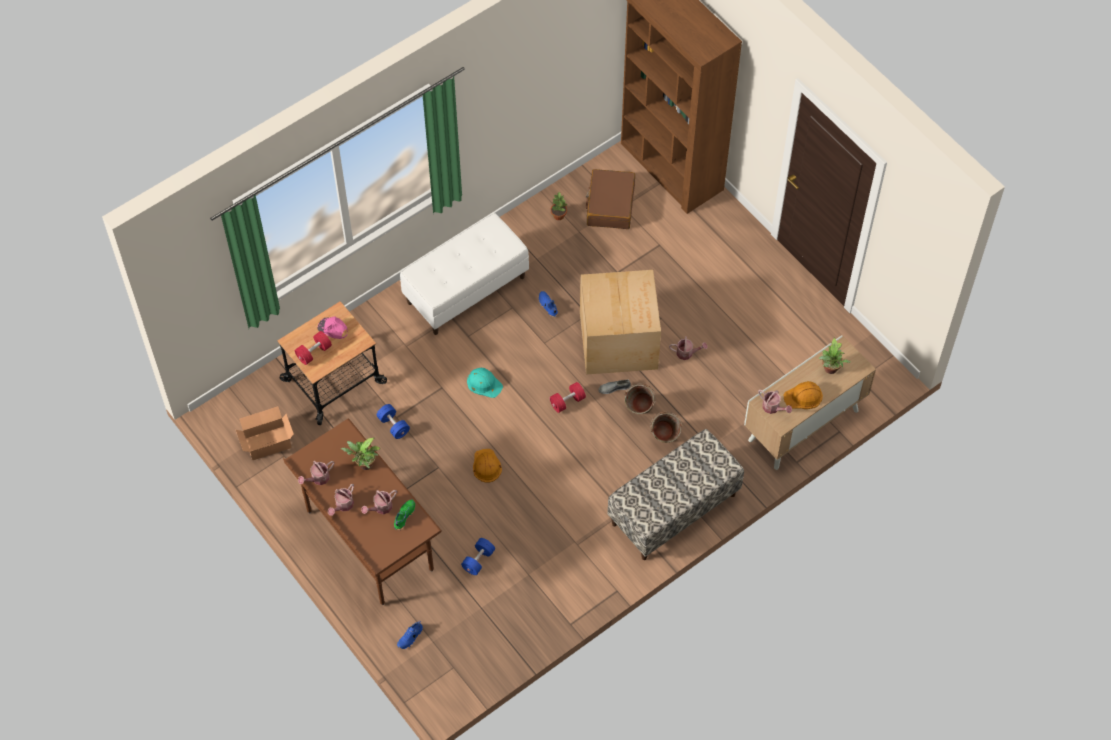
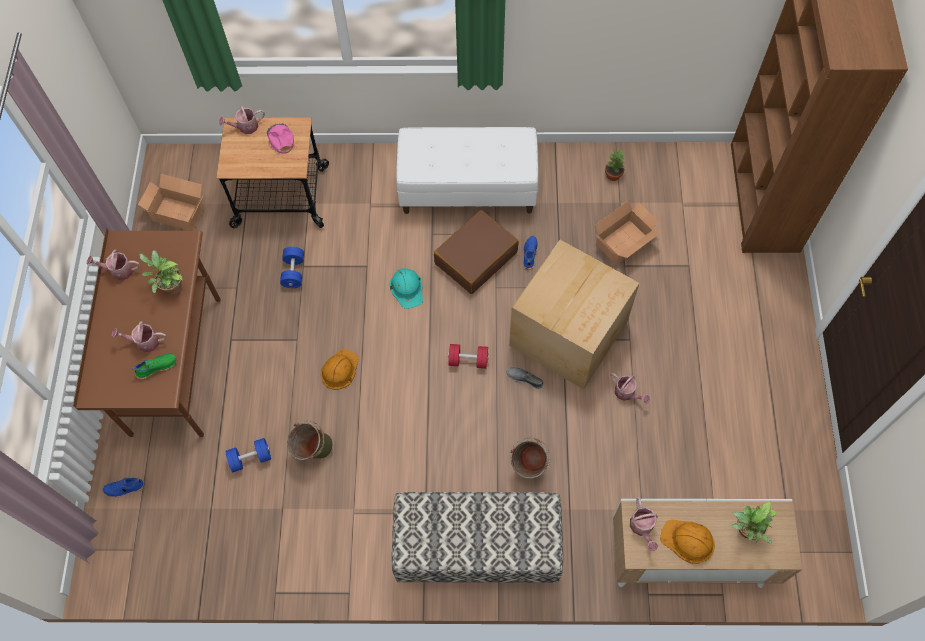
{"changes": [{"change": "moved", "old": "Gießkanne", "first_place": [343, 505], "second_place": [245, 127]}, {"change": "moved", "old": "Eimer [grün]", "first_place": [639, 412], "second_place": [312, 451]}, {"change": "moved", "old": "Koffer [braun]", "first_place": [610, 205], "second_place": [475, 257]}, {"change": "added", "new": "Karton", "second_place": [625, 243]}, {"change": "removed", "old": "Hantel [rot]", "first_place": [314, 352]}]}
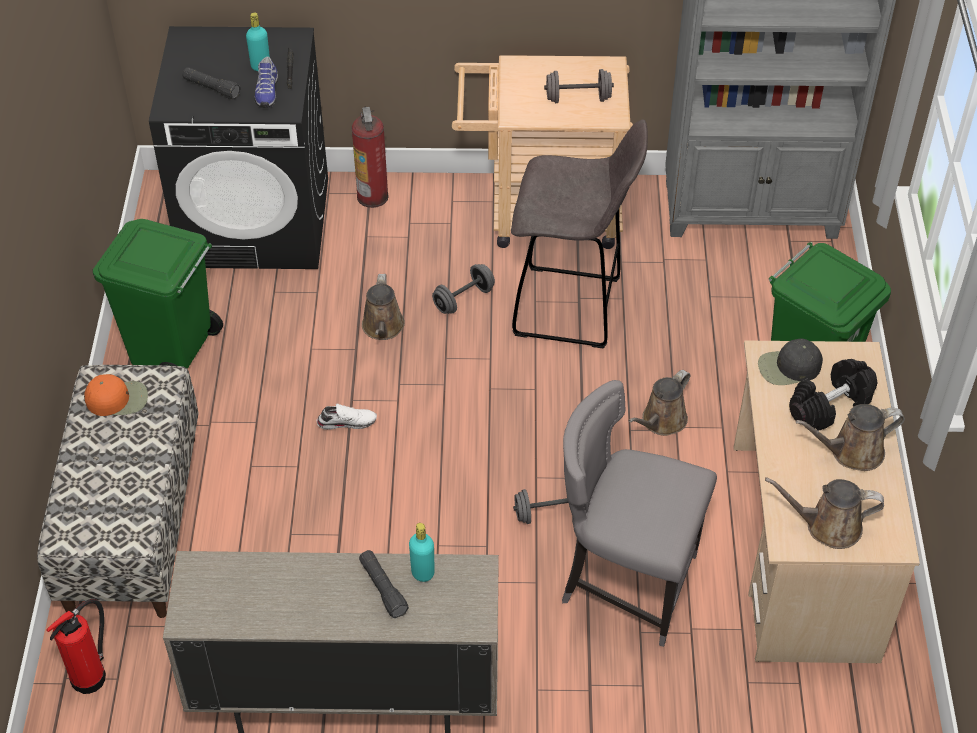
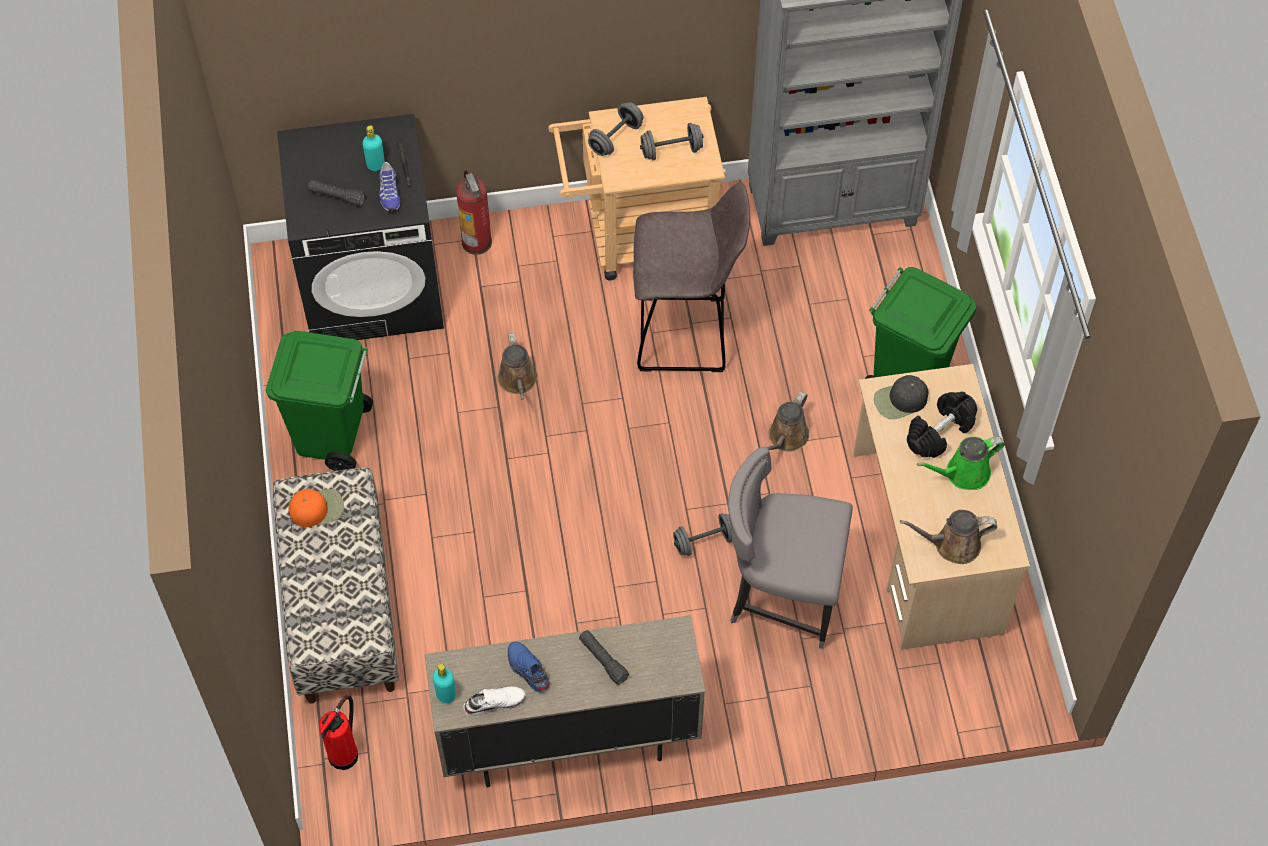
{"changes": [{"change": "moved", "old": "Flasche [türkis]", "first_place": [423, 573], "second_place": [446, 695]}, {"change": "moved", "old": "Schuh [weiß]", "first_place": [347, 421], "second_place": [494, 702]}, {"change": "added", "new": "Schuh [blau]", "second_place": [527, 670]}, {"change": "moved", "old": "Hantel [grau]", "first_place": [463, 299], "second_place": [615, 138]}, {"change": "recoloured", "old": "Gießkanne [braun]", "new": "Gießkanne [grün]", "first_place": [852, 452], "second_place": [963, 473]}]}
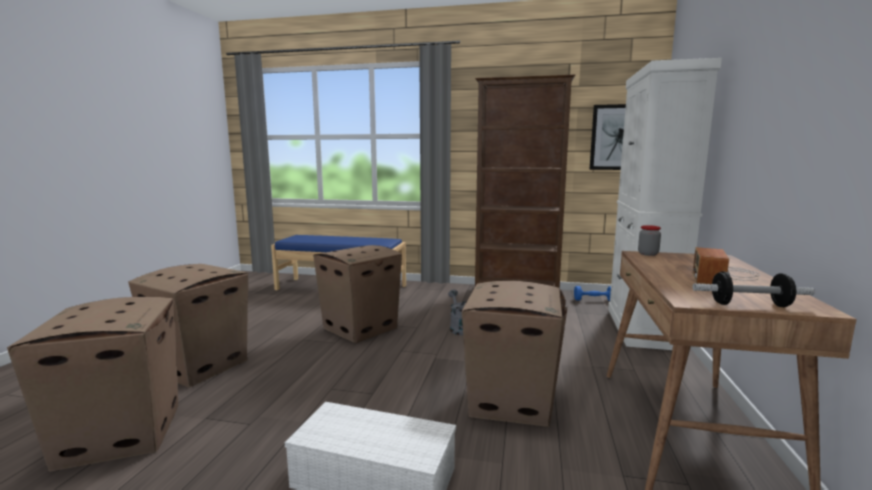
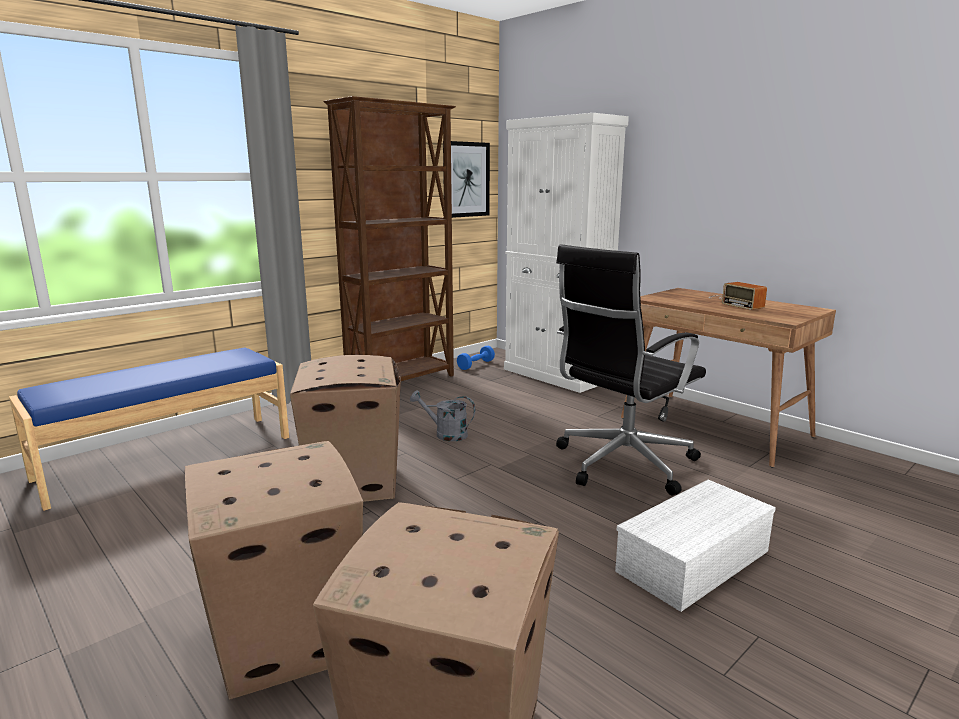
{"changes": [{"change": "replaced", "old": "Karton", "new": "Bürostuhl [schwarz]", "first_place": [511, 401], "second_place": [621, 464]}, {"change": "removed", "old": "Vorratsglas", "first_place": [648, 254]}, {"change": "removed", "old": "Hantel", "first_place": [749, 305]}]}
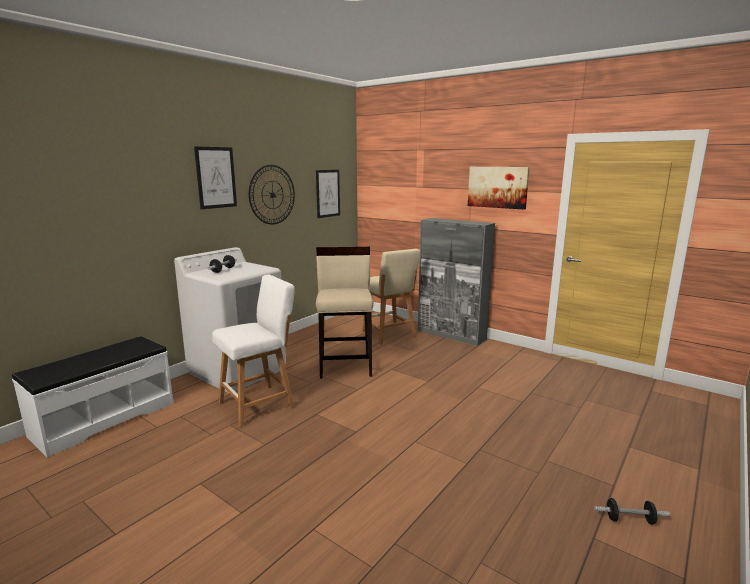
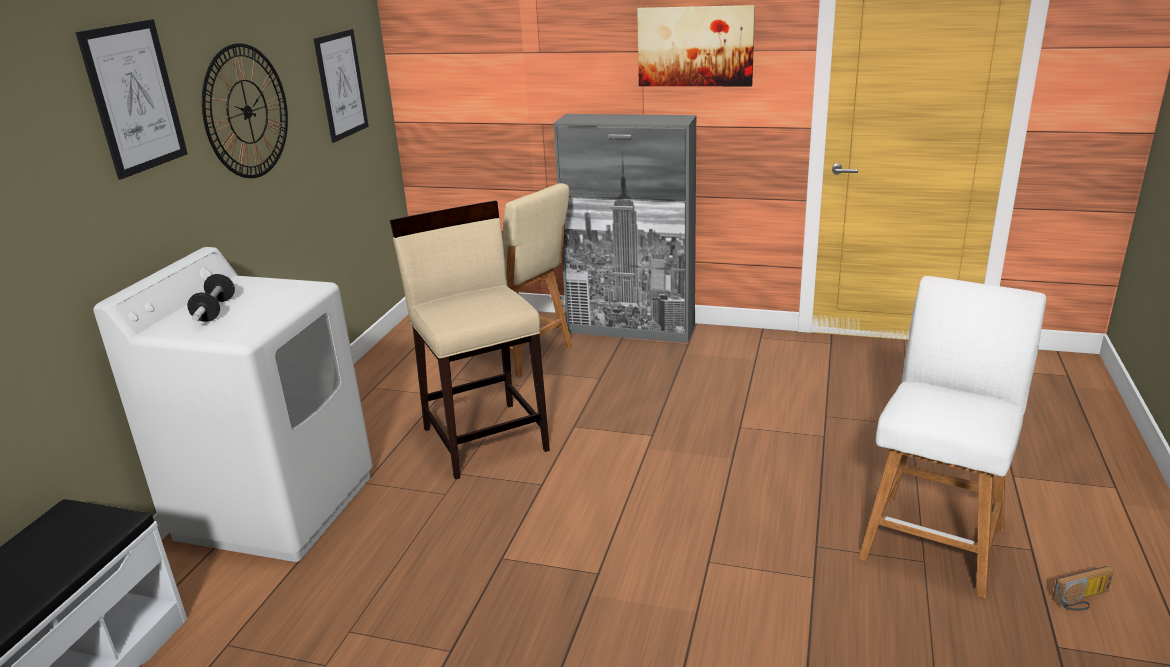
{"changes": [{"change": "moved", "old": "Hocker [weiß]", "first_place": [260, 403], "second_place": [934, 538]}, {"change": "replaced", "old": "Hantel", "new": "Radio", "first_place": [629, 520], "second_place": [1082, 600]}]}
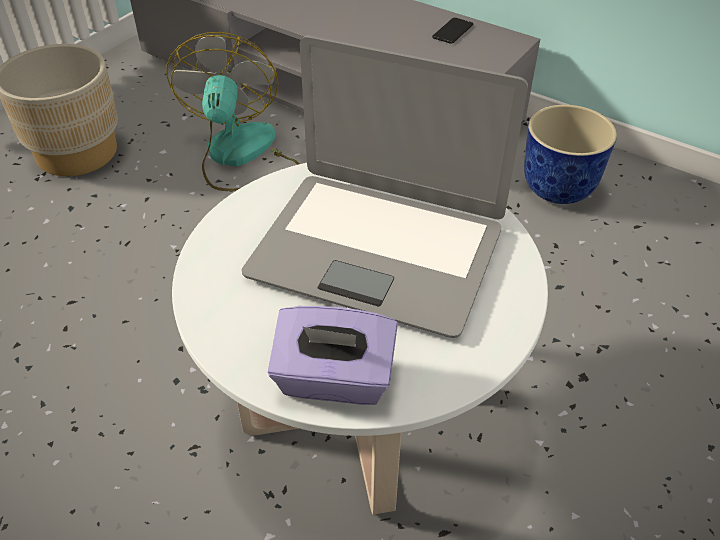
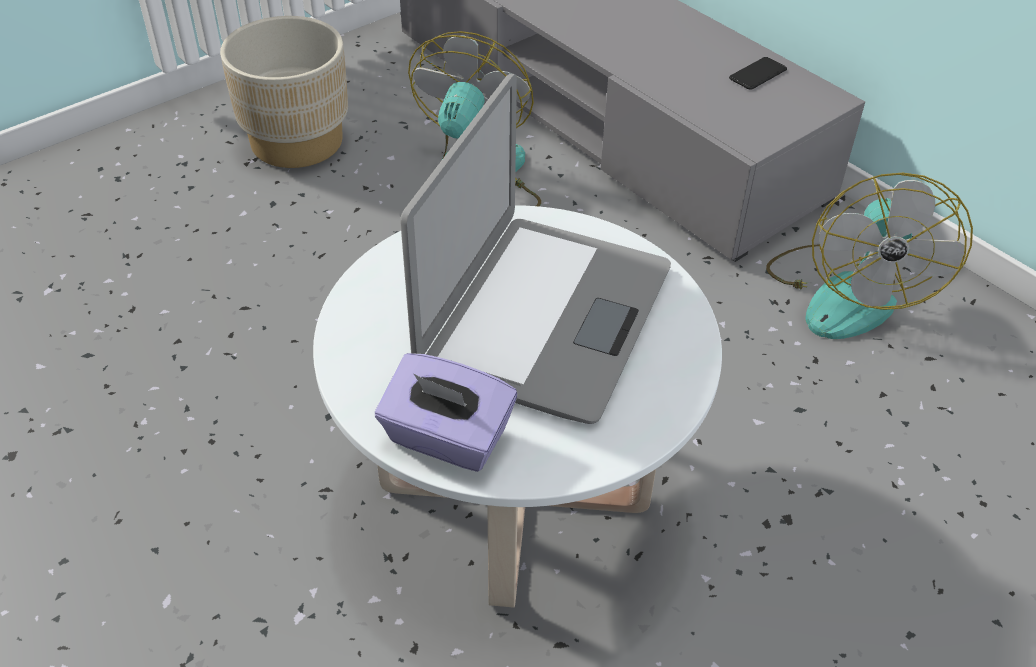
{"changes": [{"change": "turned", "old": "Laptop", "first_place": [377, 250], "second_place": [544, 317], "degrees": -105}, {"change": "replaced", "old": "Pflanzkübel", "new": "Ventilator", "first_place": [559, 189], "second_place": [847, 292]}]}
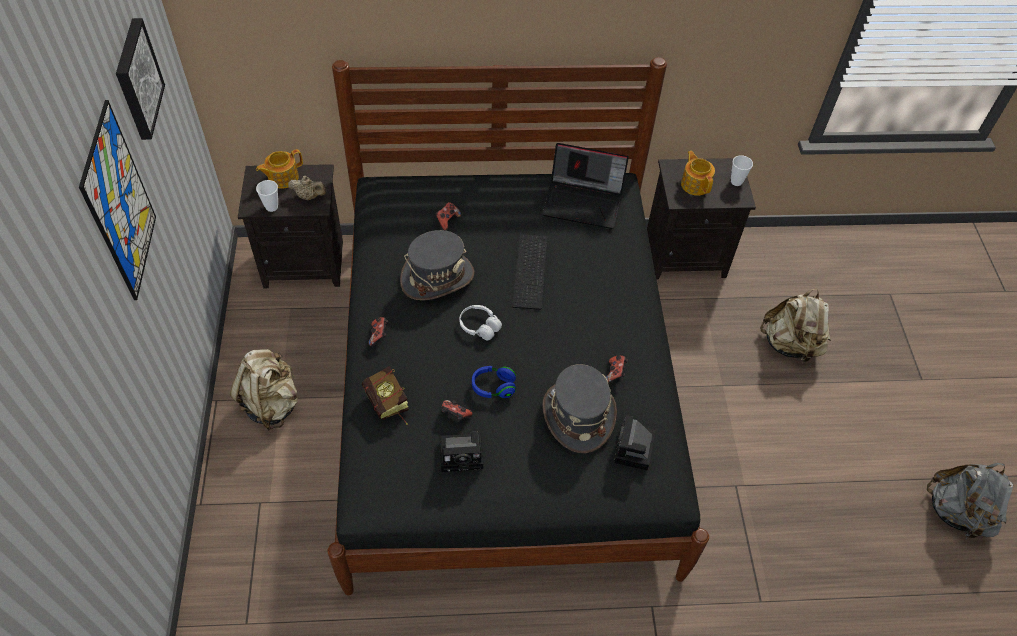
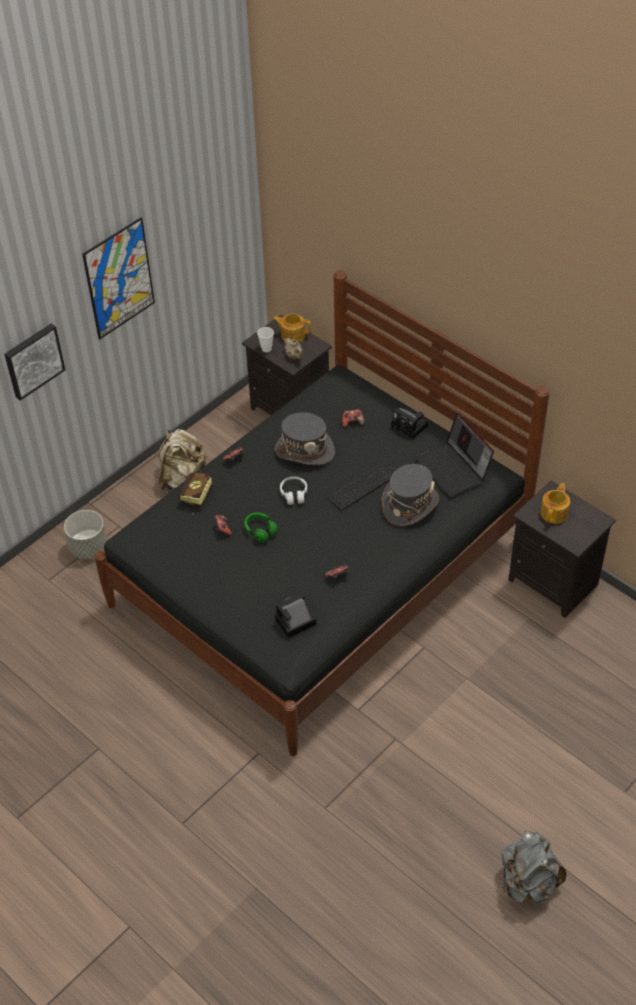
{"changes": [{"change": "moved", "old": "Bild", "first_place": [136, 79], "second_place": [33, 360]}, {"change": "added", "new": "Pflanzkübel [grau]", "second_place": [89, 547]}, {"change": "recoloured", "old": "Kopfhörer [blau]", "new": "Kopfhörer [grün]", "first_place": [493, 387], "second_place": [260, 531]}, {"change": "moved", "old": "Hut [grau]", "first_place": [577, 416], "second_place": [409, 504]}, {"change": "moved", "old": "Kamera", "first_place": [463, 454], "second_place": [411, 426]}, {"change": "removed", "old": "Tasse", "first_place": [736, 181]}, {"change": "removed", "old": "Rucksack [beige]", "first_place": [790, 345]}]}
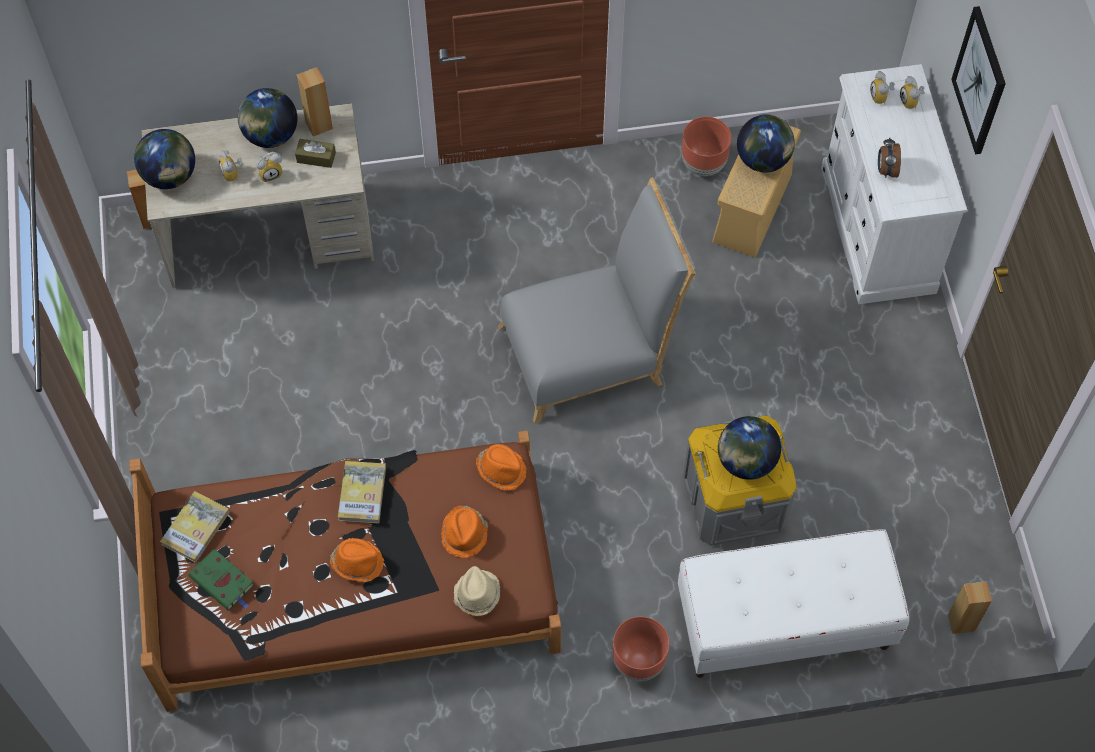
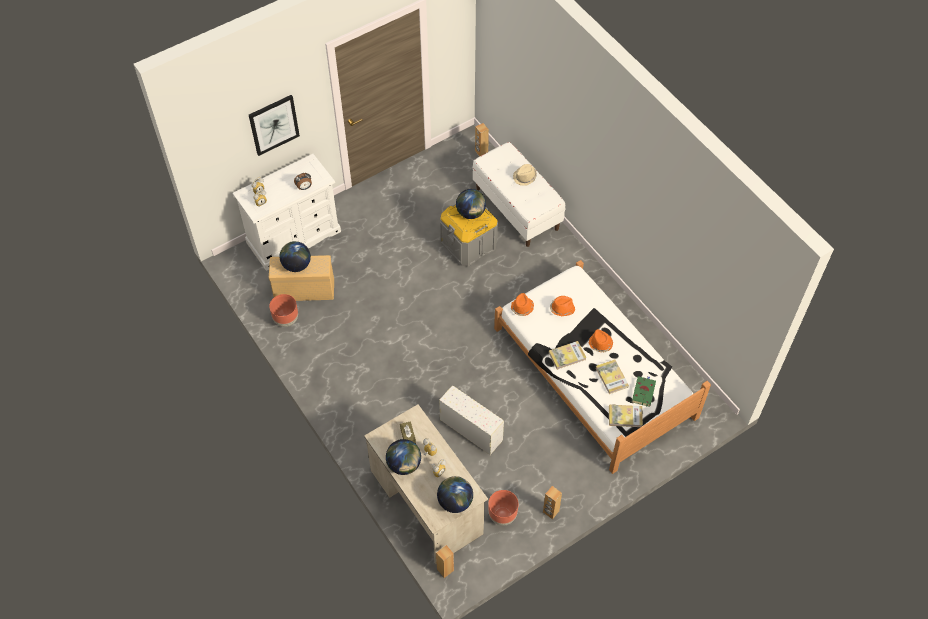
{"changes": [{"change": "added", "new": "Aufbewahrungsbox [weiß]", "second_place": [470, 429]}, {"change": "moved", "old": "Pflanzkübel [braun]", "first_place": [639, 662], "second_place": [502, 515]}, {"change": "recoloured", "old": "Bett [braun]", "new": "Bett [weiß]", "first_place": [353, 582], "second_place": [594, 372]}, {"change": "moved", "old": "Hut [beige]", "first_place": [476, 595], "second_place": [525, 177]}, {"change": "moved", "old": "Lautsprecher [braun]", "first_place": [319, 125], "second_place": [550, 512]}, {"change": "added", "new": "Buch", "second_place": [611, 377]}, {"change": "removed", "old": "Stuhl [grau]", "first_place": [591, 352]}]}
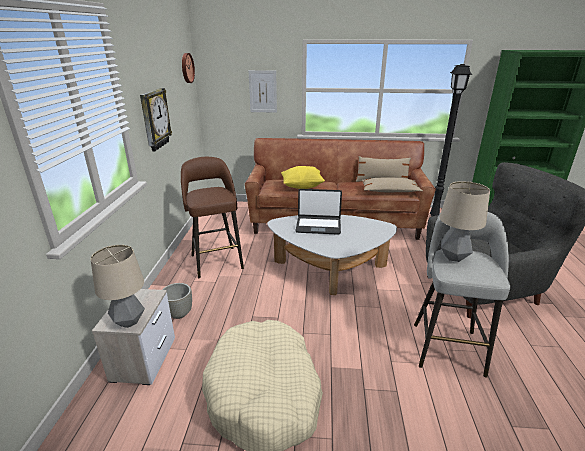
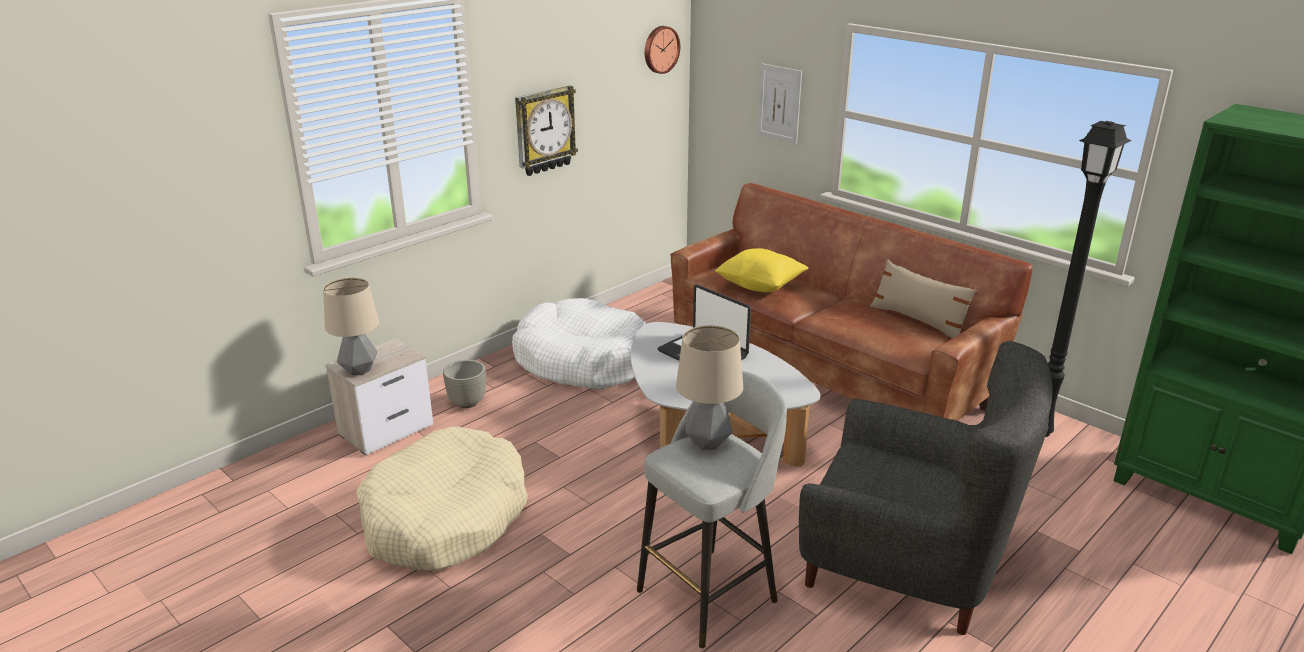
{"changes": [{"change": "replaced", "old": "Hocker [braun]", "new": "Hundebett [weiß]", "first_place": [216, 261], "second_place": [582, 360]}, {"change": "removed", "old": "Kissen [beige]", "first_place": [389, 191]}]}
